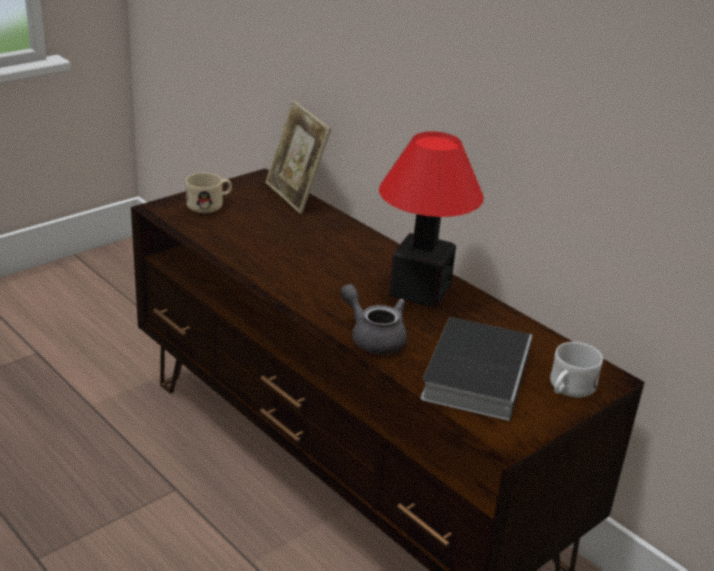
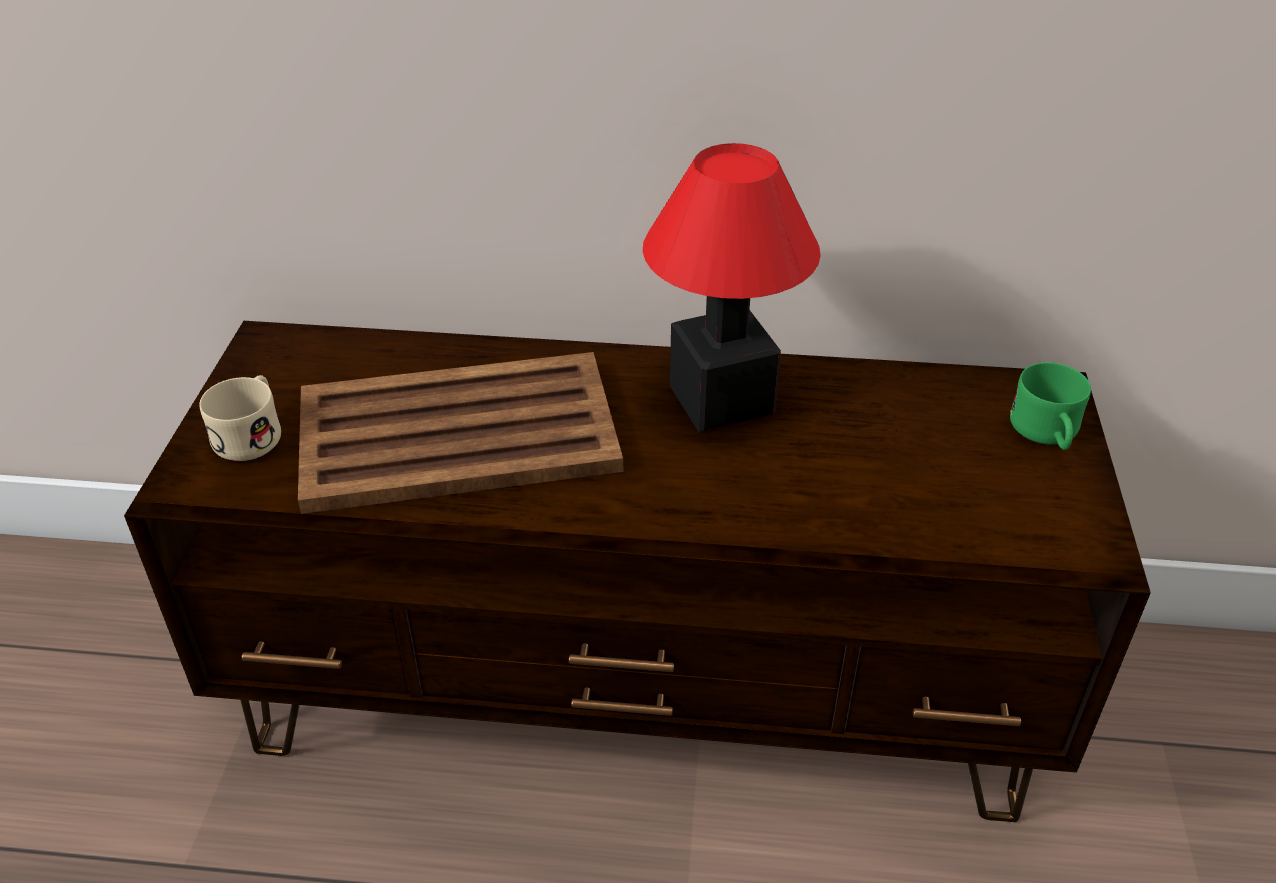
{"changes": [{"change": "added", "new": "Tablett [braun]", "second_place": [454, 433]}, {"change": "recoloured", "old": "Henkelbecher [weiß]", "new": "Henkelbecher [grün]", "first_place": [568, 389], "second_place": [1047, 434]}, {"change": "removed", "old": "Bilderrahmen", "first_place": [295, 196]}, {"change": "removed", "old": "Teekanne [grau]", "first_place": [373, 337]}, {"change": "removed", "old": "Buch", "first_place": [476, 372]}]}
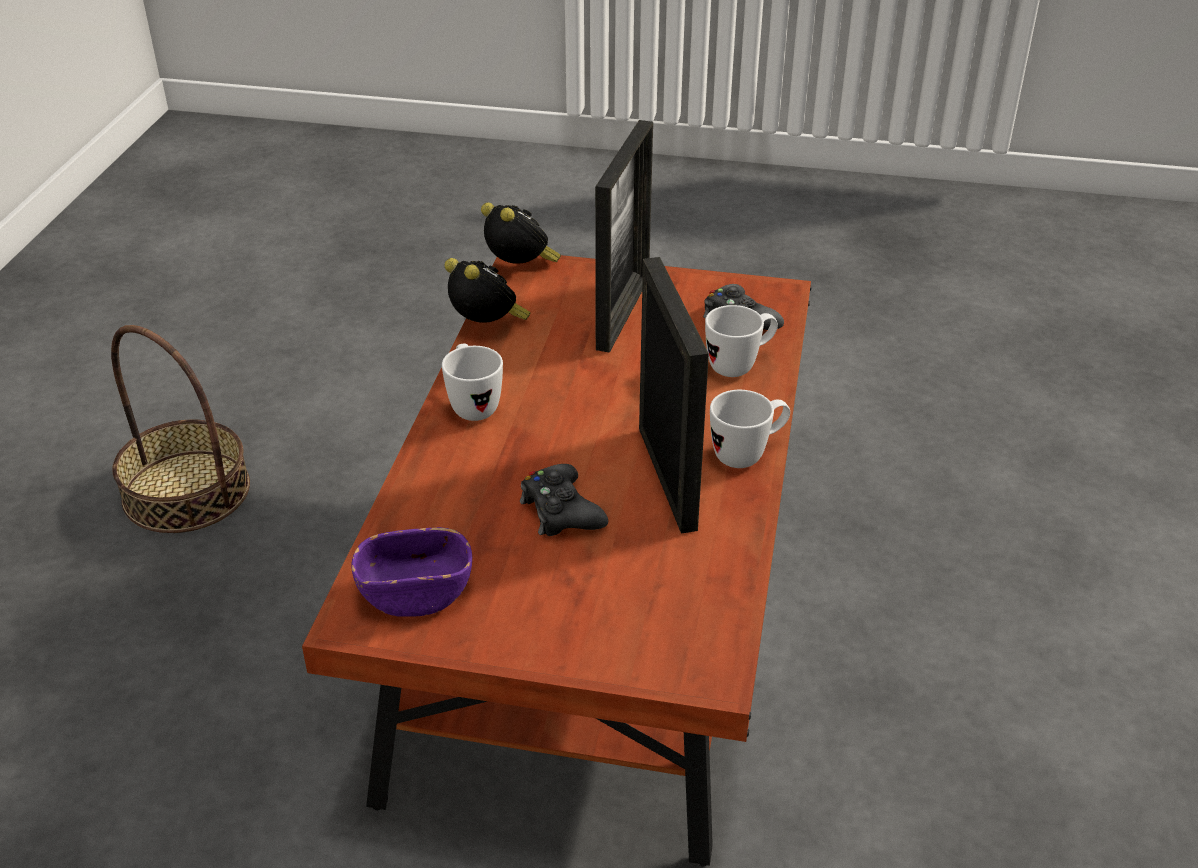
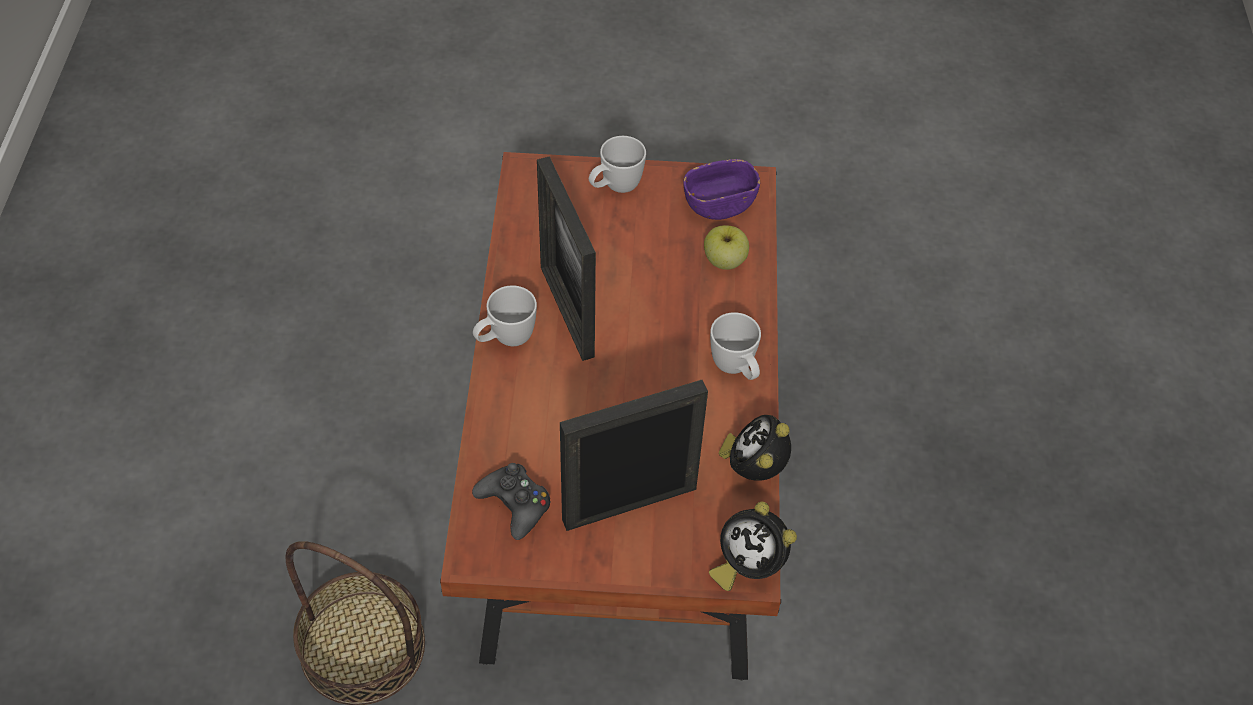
{"changes": [{"change": "moved", "old": "Korb", "first_place": [186, 491], "second_place": [363, 646]}, {"change": "turned", "old": "Bilderrahmen", "first_place": [623, 313], "second_place": [629, 504], "degrees": 60}, {"change": "moved", "old": "Henkelbecher [weiß]", "first_place": [740, 365], "second_place": [615, 188]}, {"change": "added", "new": "Apfel", "second_place": [724, 261]}, {"change": "turned", "old": "Wecker", "first_place": [487, 327], "second_place": [753, 468], "degrees": 75}, {"change": "removed", "old": "Gamepad [schwarz]", "first_place": [561, 511]}]}
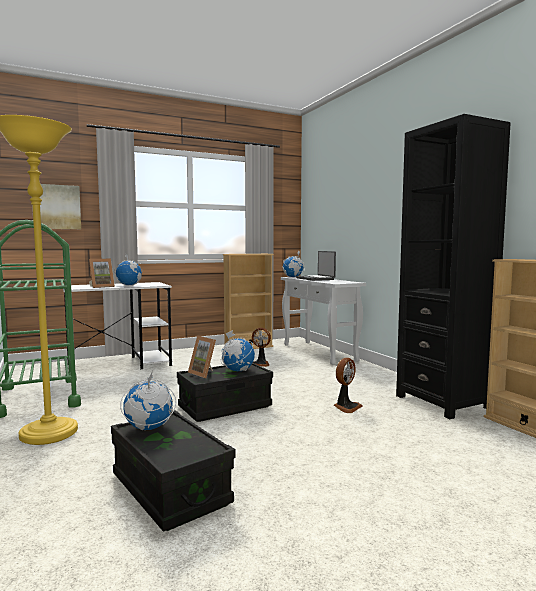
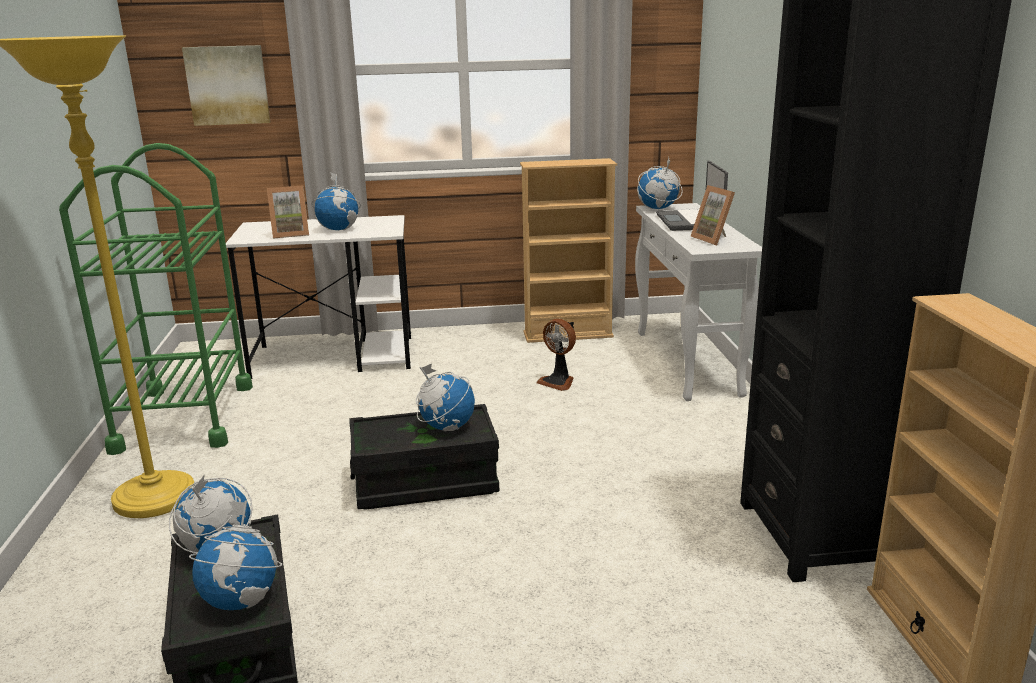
{"changes": [{"change": "added", "new": "Globus", "second_place": [242, 600]}, {"change": "moved", "old": "Bilderrahmen", "first_place": [204, 373], "second_place": [714, 239]}, {"change": "removed", "old": "Ventilator", "first_place": [346, 407]}]}
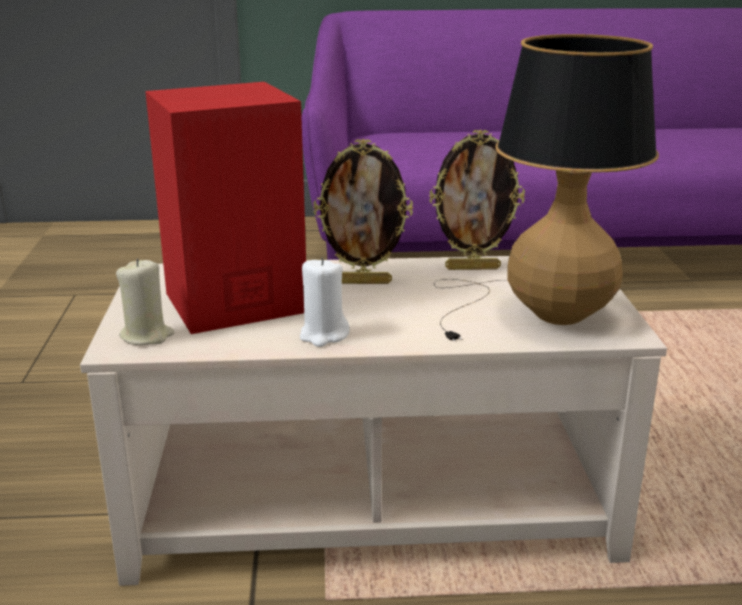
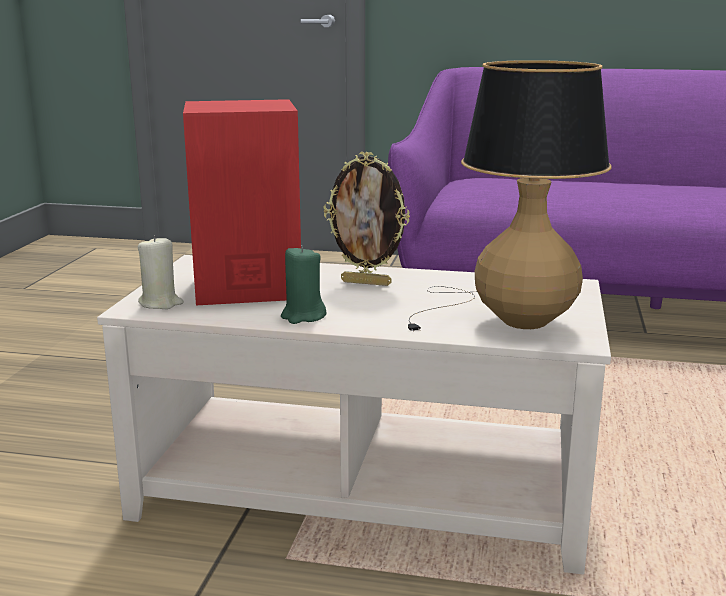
{"changes": [{"change": "recoloured", "old": "Kerze [weiß]", "new": "Kerze [grün]", "first_place": [323, 335], "second_place": [303, 316]}, {"change": "removed", "old": "Bilderrahmen", "first_place": [472, 268]}]}
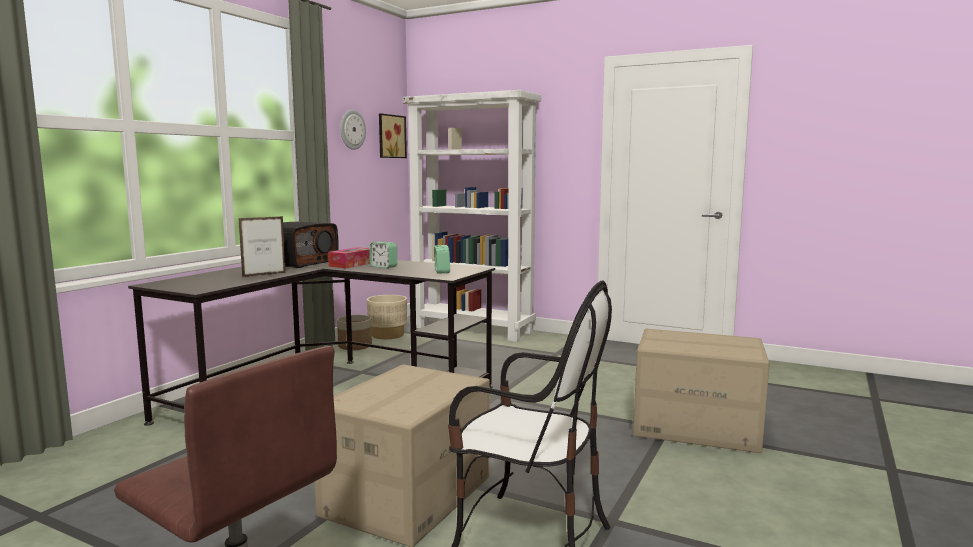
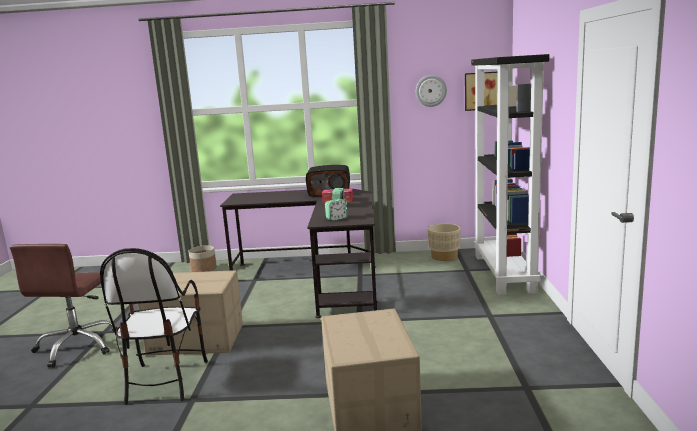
{"changes": [{"change": "moved", "old": "Pflanzkübel", "first_place": [355, 346], "second_place": [204, 269]}, {"change": "recoloured", "old": "Bücherregal [weiß]", "new": "Bücherregal [schwarz]", "first_place": [473, 330], "second_place": [504, 273]}, {"change": "removed", "old": "Bilderrahmen", "first_place": [264, 275]}]}
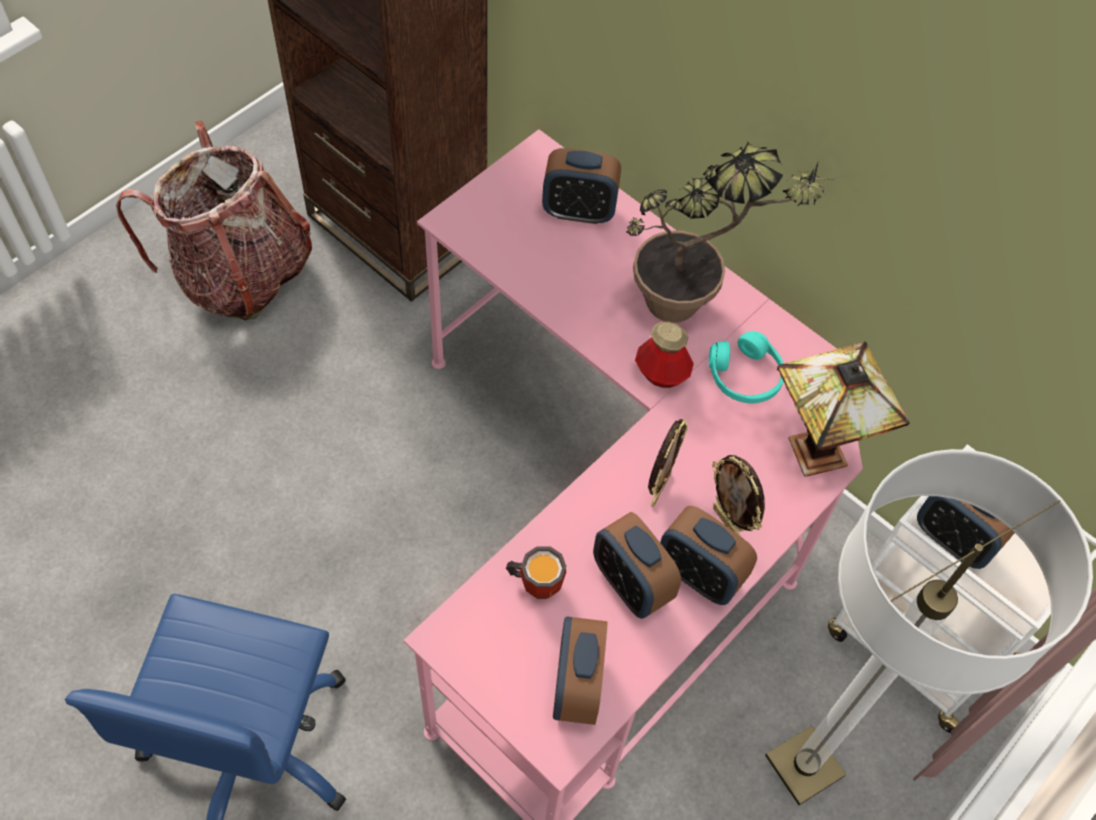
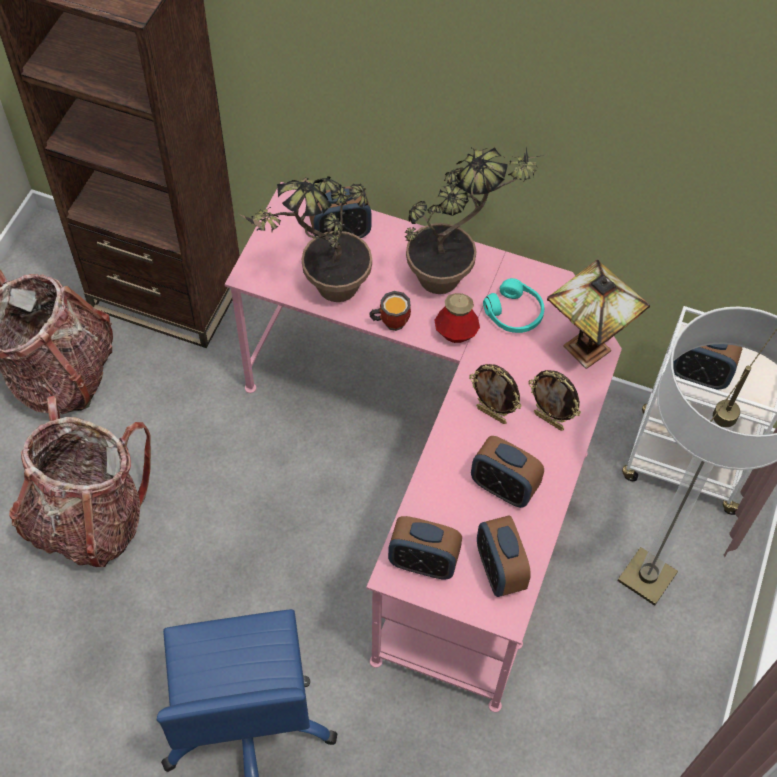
{"changes": [{"change": "added", "new": "Rucksack", "second_place": [88, 518]}, {"change": "added", "new": "Topfpflanze", "second_place": [323, 292]}, {"change": "moved", "old": "Henkelbecher", "first_place": [536, 582], "second_place": [390, 321]}, {"change": "moved", "old": "Wecker", "first_place": [699, 574], "second_place": [423, 562]}, {"change": "turned", "old": "Bilderrahmen", "first_place": [659, 488], "second_place": [492, 414], "degrees": 120}]}
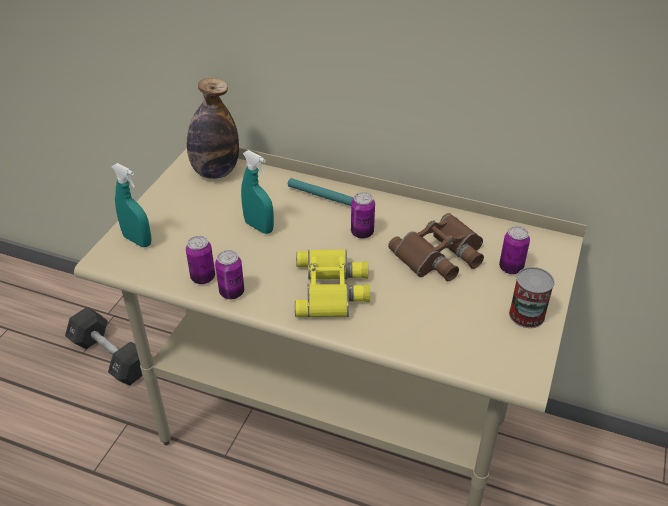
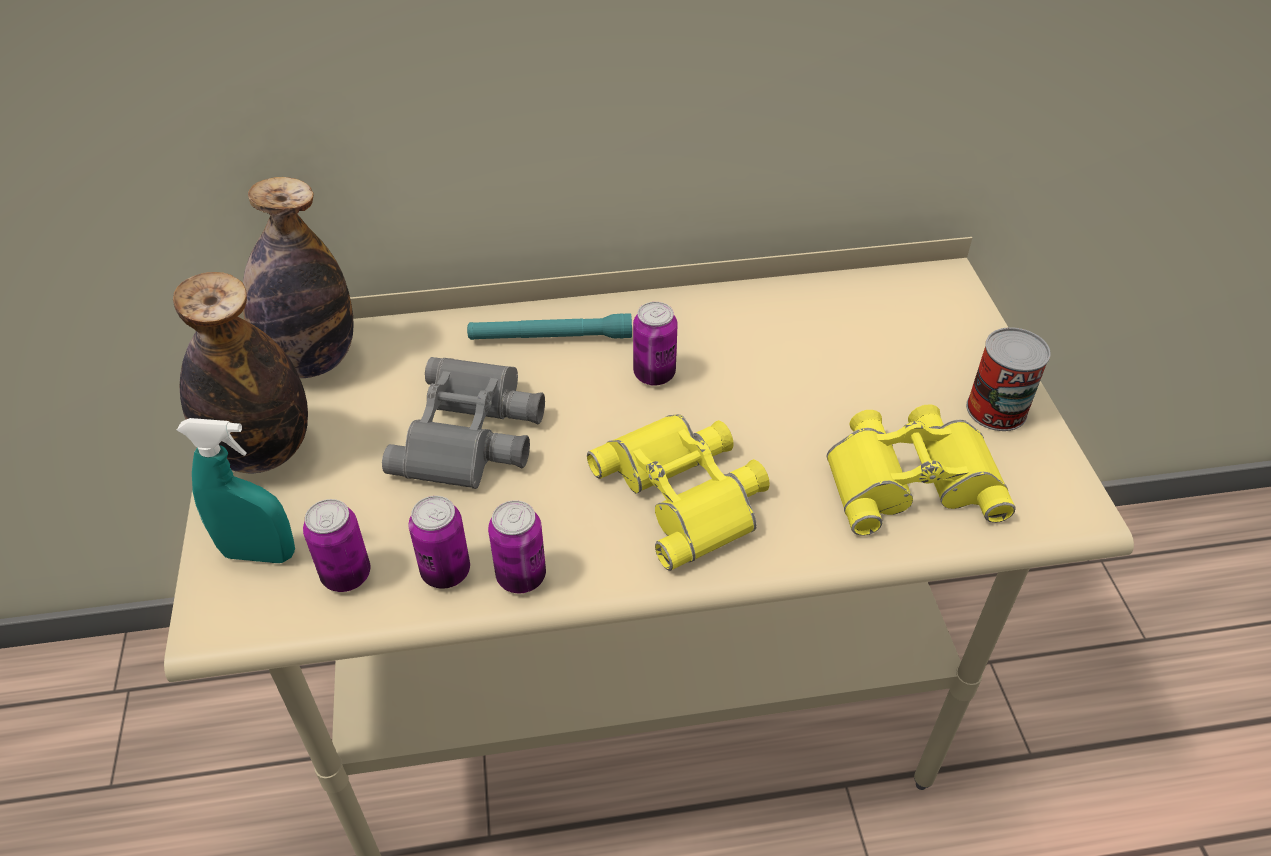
{"changes": [{"change": "added", "new": "Flasche", "second_place": [263, 451]}, {"change": "moved", "old": "Dose", "first_place": [511, 268], "second_place": [346, 575]}, {"change": "replaced", "old": "Sprühflasche [türkis]", "new": "Fernglas [grau]", "first_place": [259, 227], "second_place": [473, 433]}, {"change": "added", "new": "Fernglas [gelb]", "second_place": [910, 477]}, {"change": "removed", "old": "Hantel [schwarz]", "first_place": [111, 357]}, {"change": "removed", "old": "Fernglas [braun]", "first_place": [441, 255]}]}
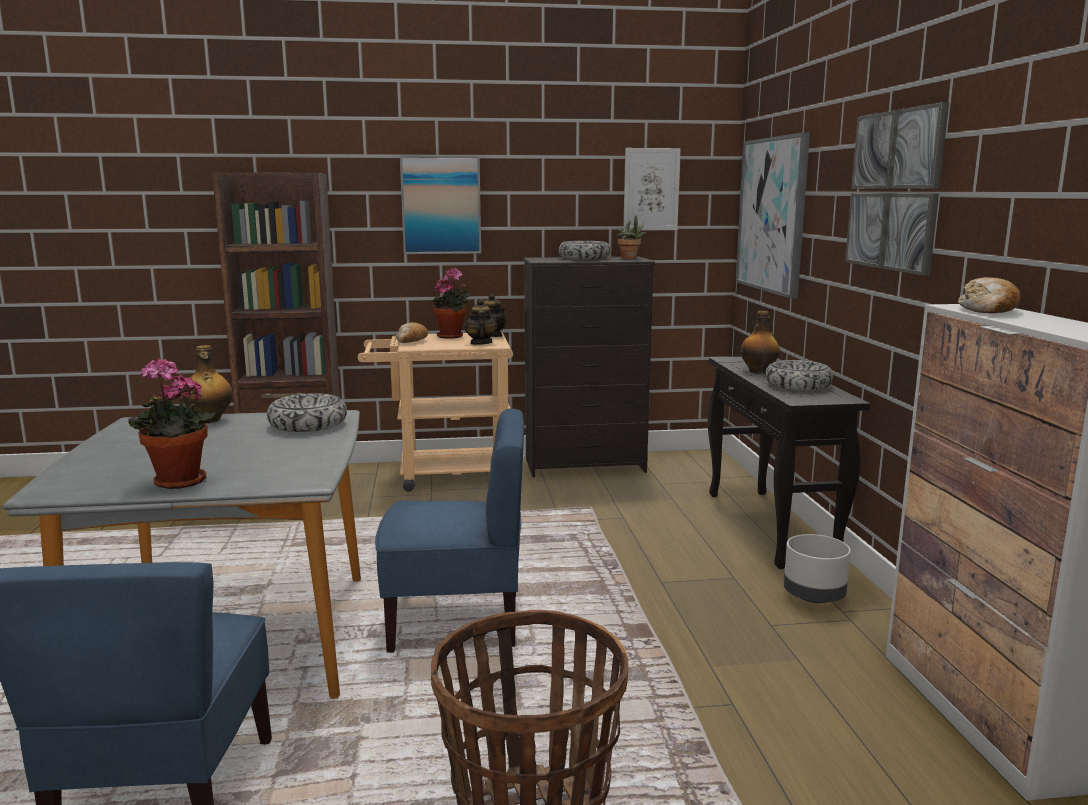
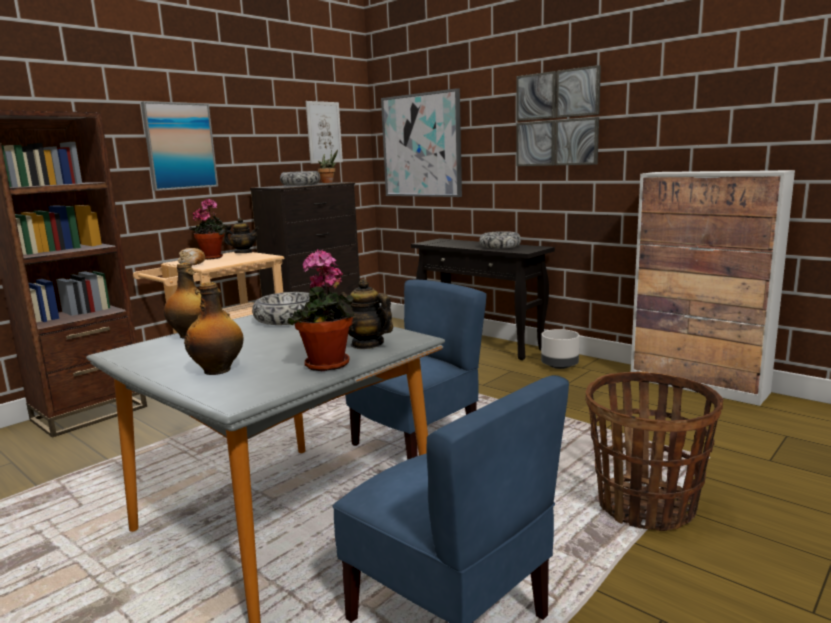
{"changes": [{"change": "moved", "old": "Flasche", "first_place": [758, 371], "second_place": [218, 370]}, {"change": "moved", "old": "Teekanne", "first_place": [480, 343], "second_place": [367, 344]}, {"change": "removed", "old": "Brot", "first_place": [988, 310]}]}
